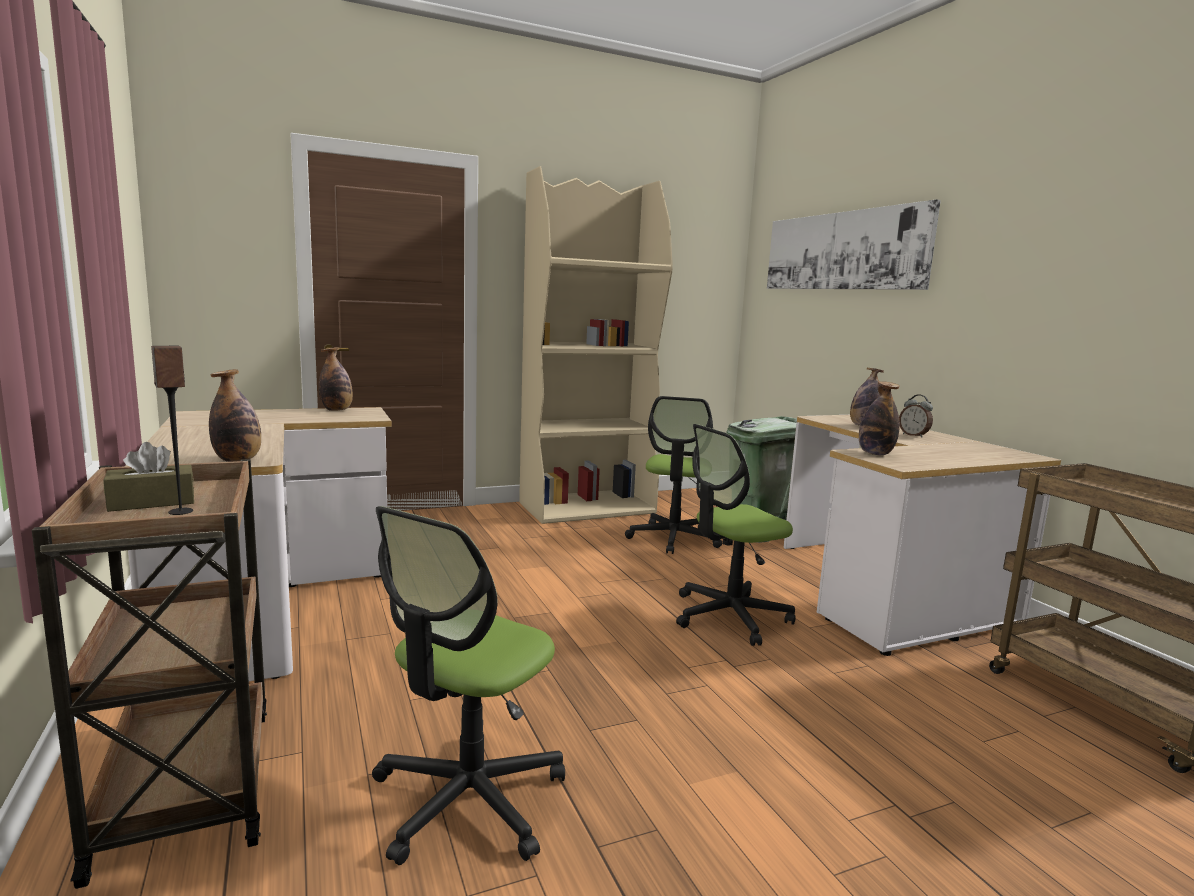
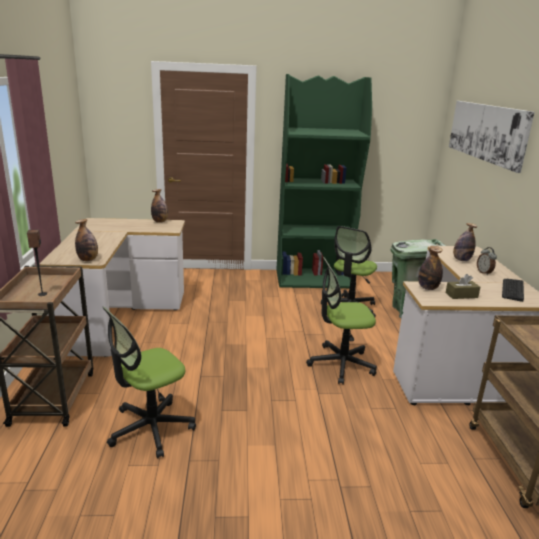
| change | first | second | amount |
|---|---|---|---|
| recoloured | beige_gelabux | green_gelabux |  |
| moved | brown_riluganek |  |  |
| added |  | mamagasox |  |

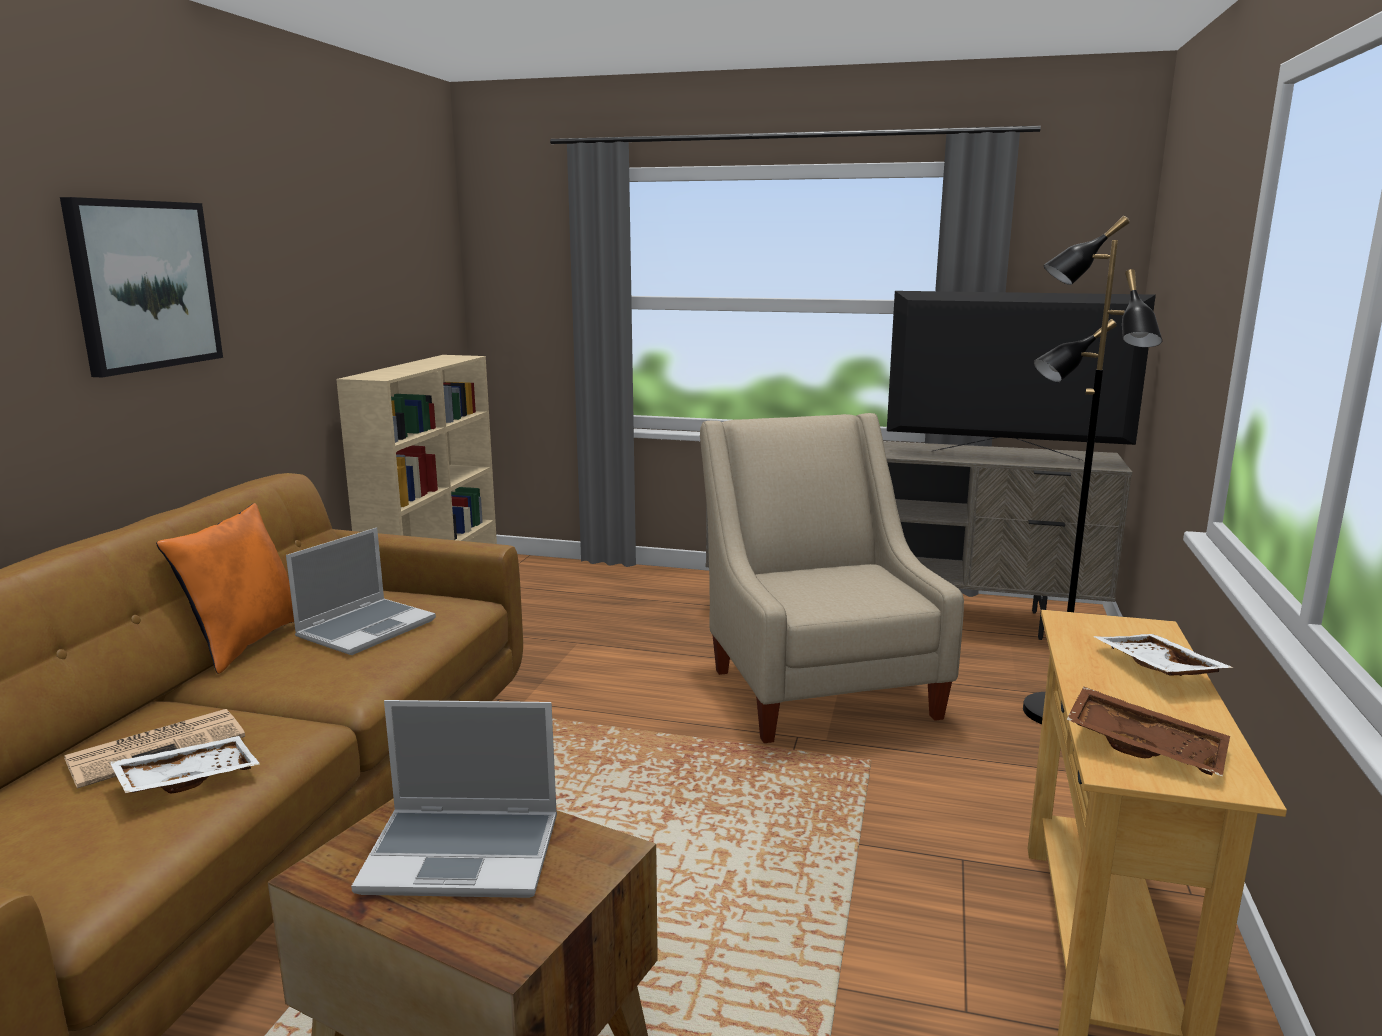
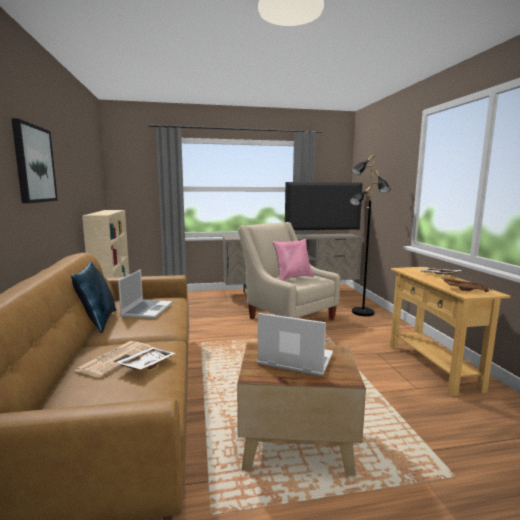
| change | first | second | amount |
|---|---|---|---|
| recoloured | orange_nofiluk | blue_nofiluk |  |
| turned | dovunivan (2nd from left) |  | 135 degrees counterclockwise |
| added |  | pink_nofiluk |  |

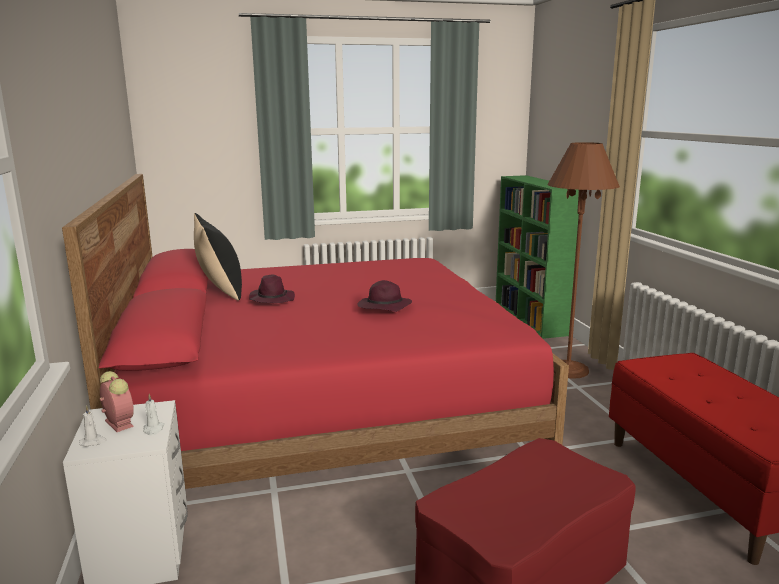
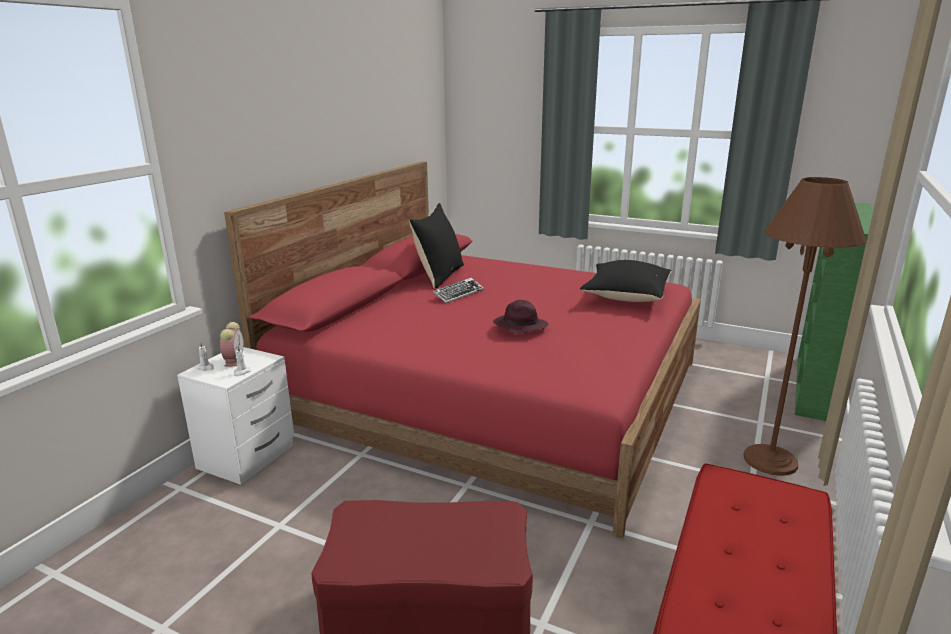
| change | first | second | amount |
|---|---|---|---|
| replaced | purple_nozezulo (1st from left) | mamagasox |  |
| added |  | black_nofiluk (2nd from left) |  |

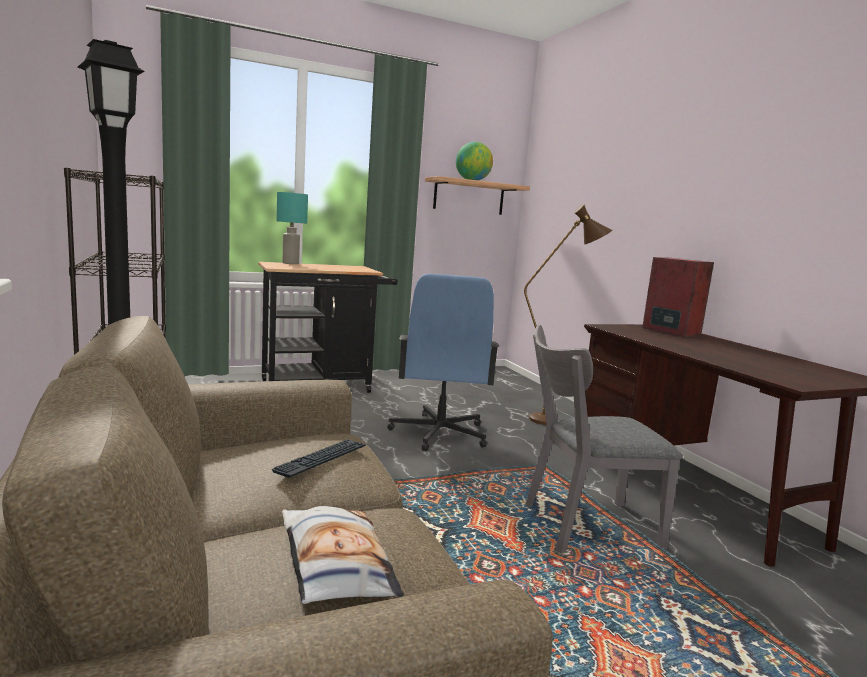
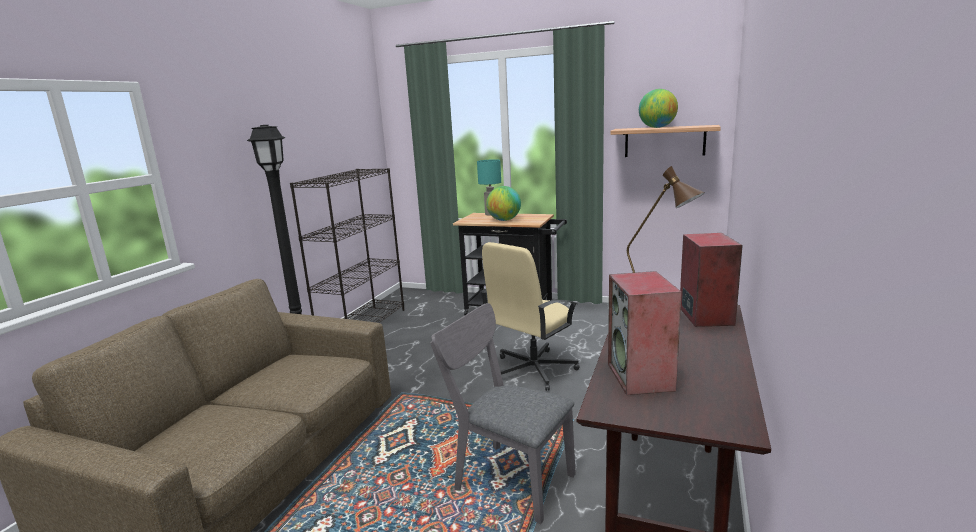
| change | first | second | amount |
|---|---|---|---|
| recoloured | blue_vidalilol | beige_vidalilol |  |
| removed | mamagasox |  |  |
| removed | nofiluk |  |  |
| added |  | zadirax (1st from left) |  |
| added |  | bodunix (1st from left) |  |

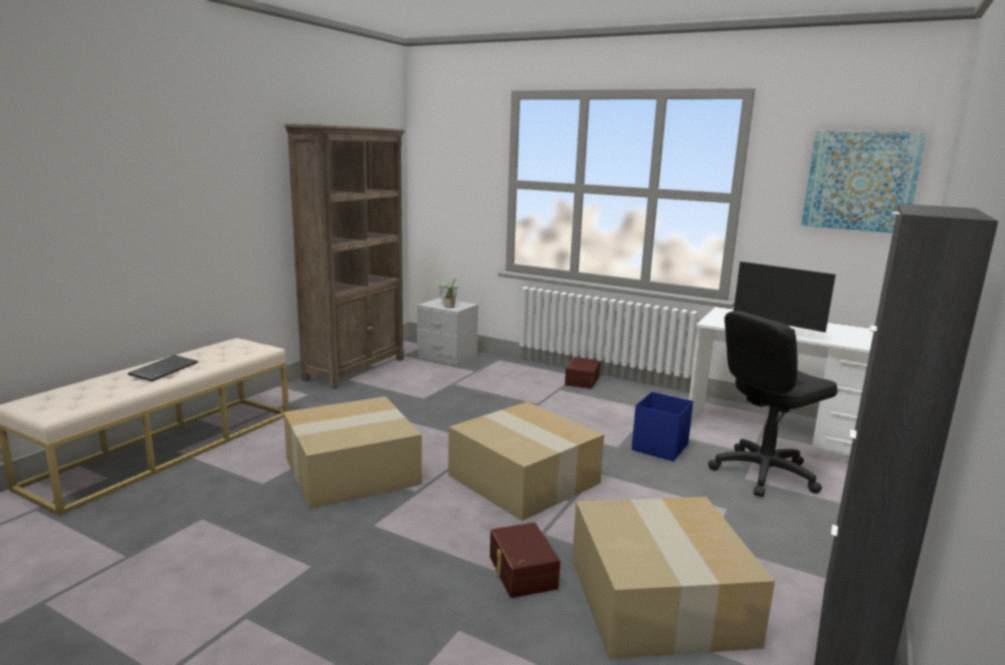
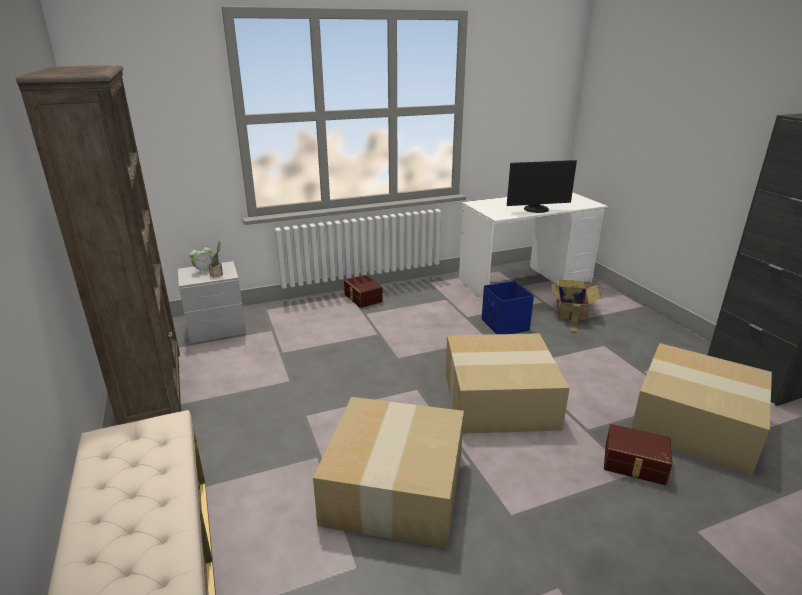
| change | first | second | amount |
|---|---|---|---|
| removed | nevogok |  |  |
| replaced | black_vidalilol | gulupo (3rd from left) |  |
| removed | mamagasox |  |  |

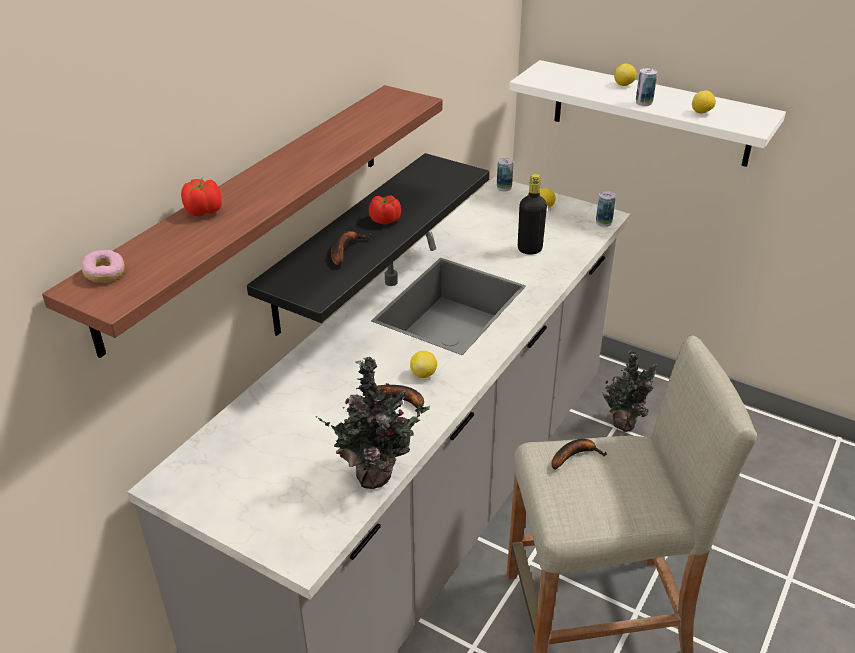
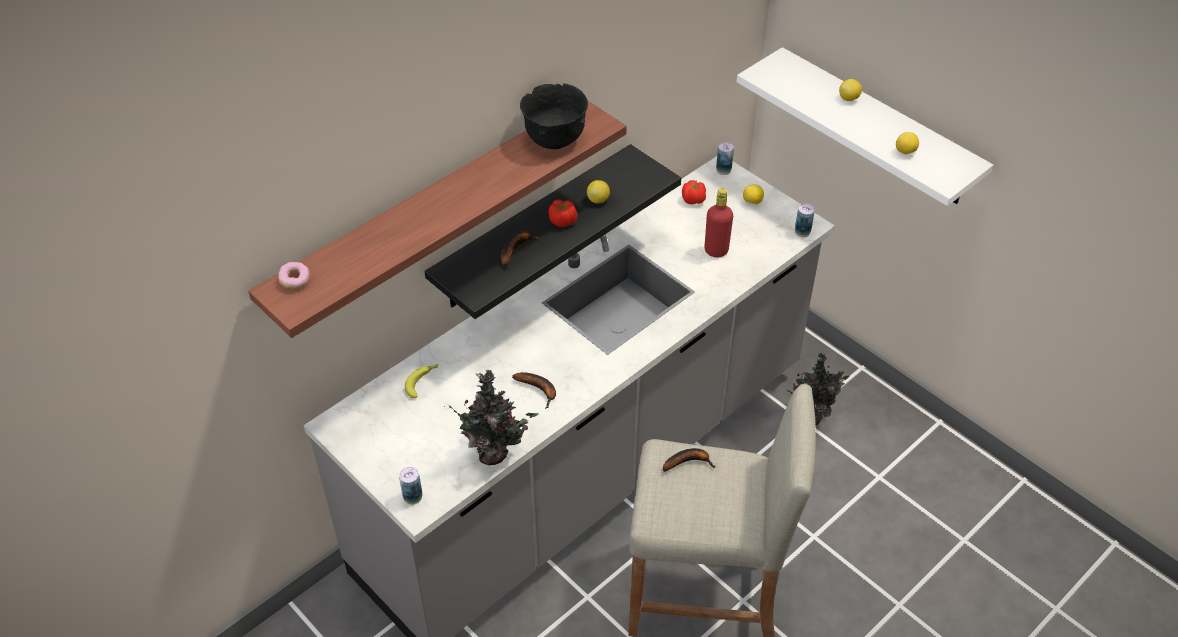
| change | first | second | amount |
|---|---|---|---|
| moved | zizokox (3rd from left in the first image) | zizokox (1st from left) |  |
| recoloured | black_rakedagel | red_rakedagel |  |
| moved | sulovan (1st from left in the first image) | sulovan (2nd from left) |  |
| moved | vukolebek (1st from left) |  |  |
| added |  | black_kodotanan |  |
| added |  | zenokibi (1st from left) |  |

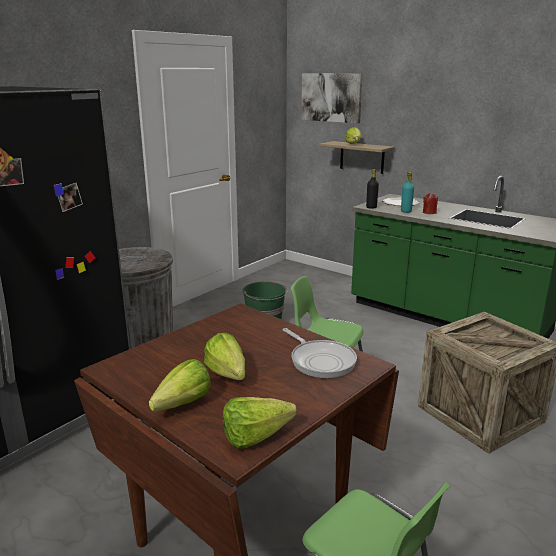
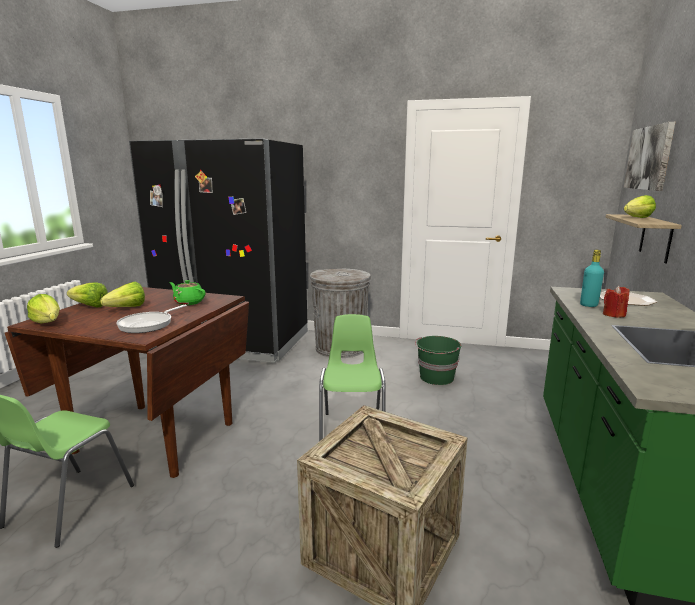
| change | first | second | amount |
|---|---|---|---|
| removed | black_rakedagel |  |  |
| added |  | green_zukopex |  |

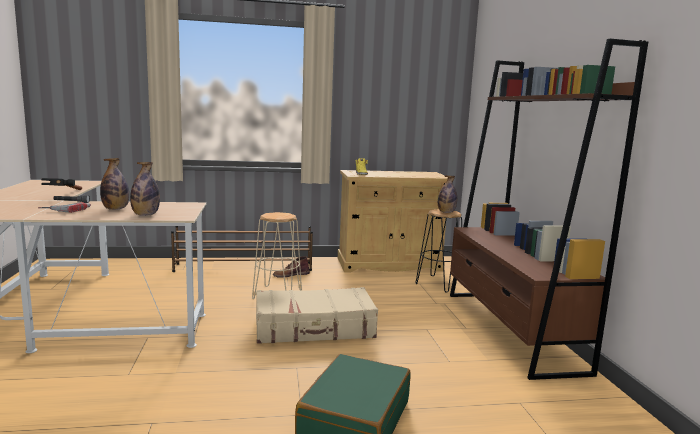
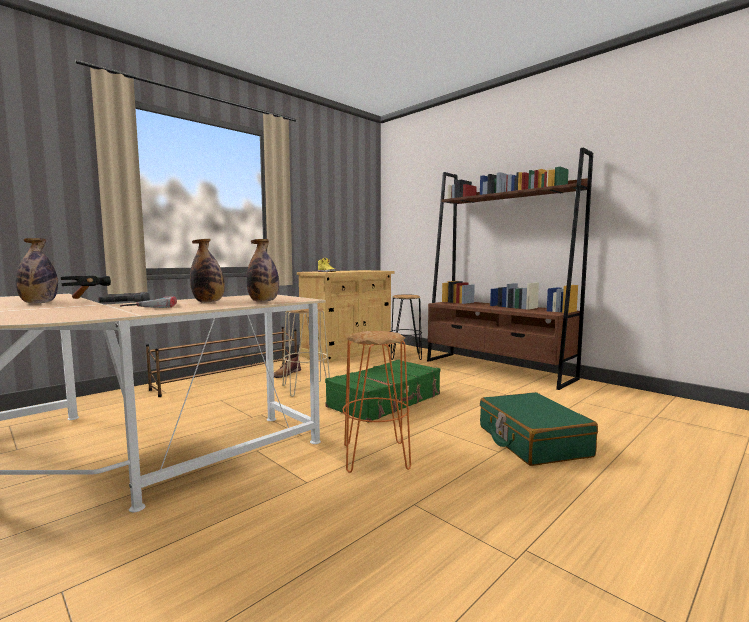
| change | first | second | amount |
|---|---|---|---|
| moved | rakedagel (3rd from left in the first image) | rakedagel (1st from left) |  |
| recoloured | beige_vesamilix | green_vesamilix (1st from left) |  |
| added |  | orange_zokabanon |  |

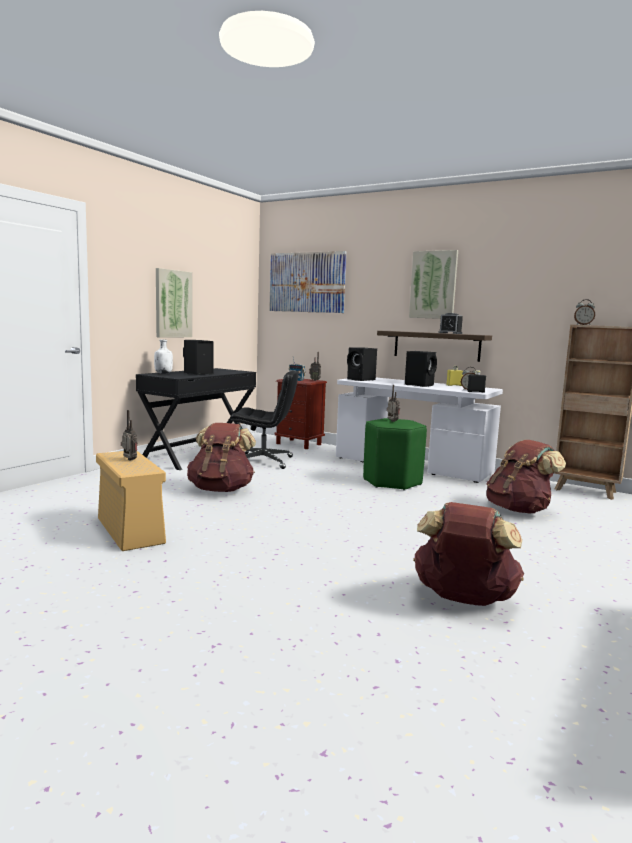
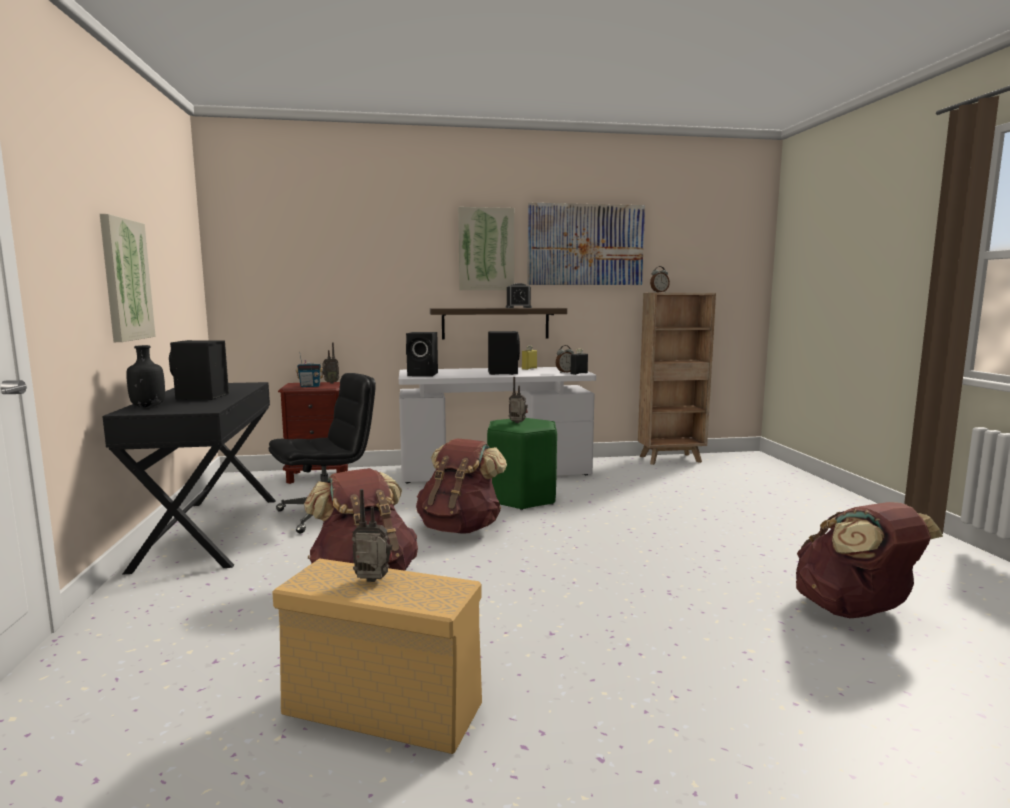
| change | first | second | amount |
|---|---|---|---|
| moved | nevogok (2nd from left in the first image) | nevogok (3rd from left) |  |
| recoloured | white_rakedagel | black_rakedagel (1st from left) |  |
| moved | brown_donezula (3rd from left in the first image) | brown_donezula (2nd from left) |  |

